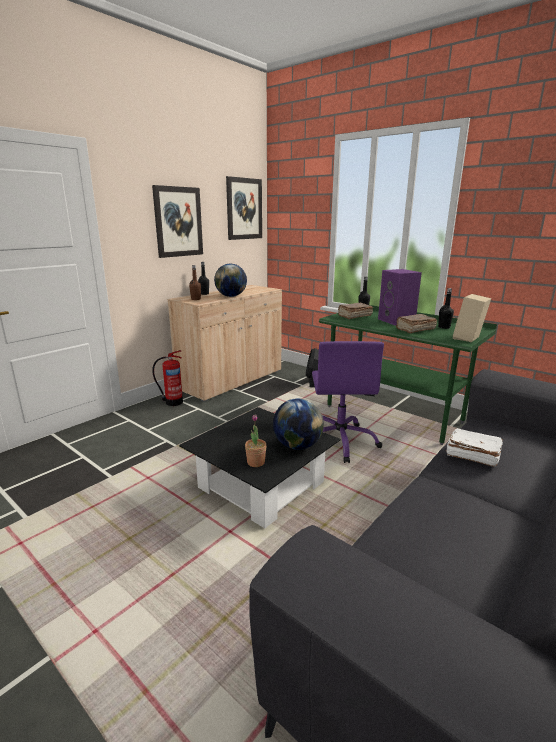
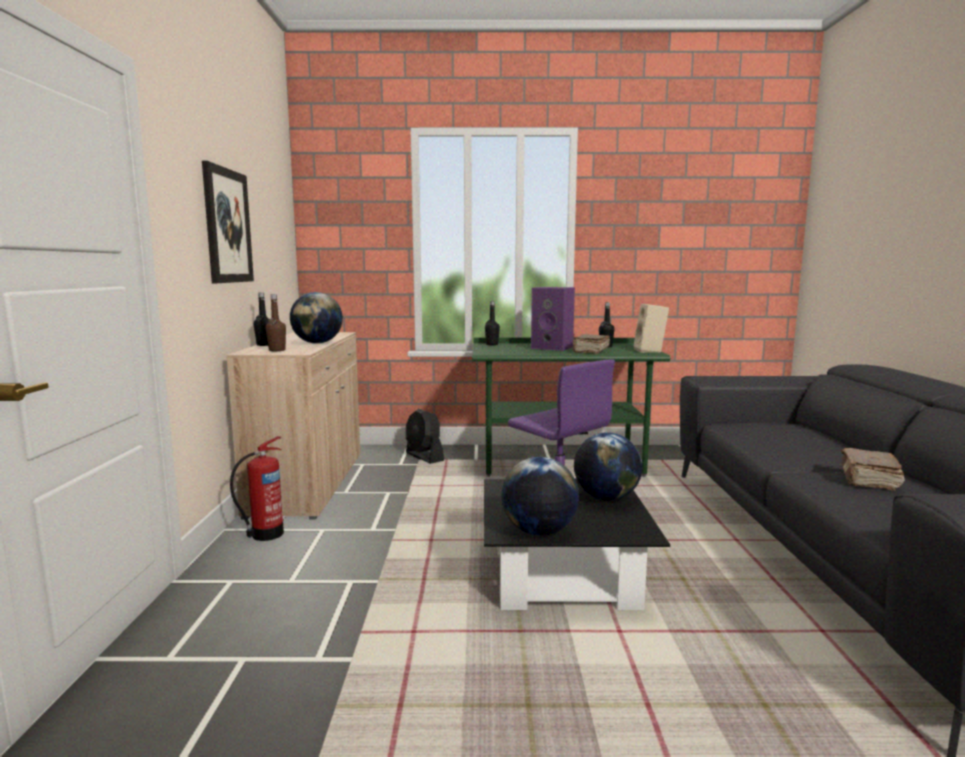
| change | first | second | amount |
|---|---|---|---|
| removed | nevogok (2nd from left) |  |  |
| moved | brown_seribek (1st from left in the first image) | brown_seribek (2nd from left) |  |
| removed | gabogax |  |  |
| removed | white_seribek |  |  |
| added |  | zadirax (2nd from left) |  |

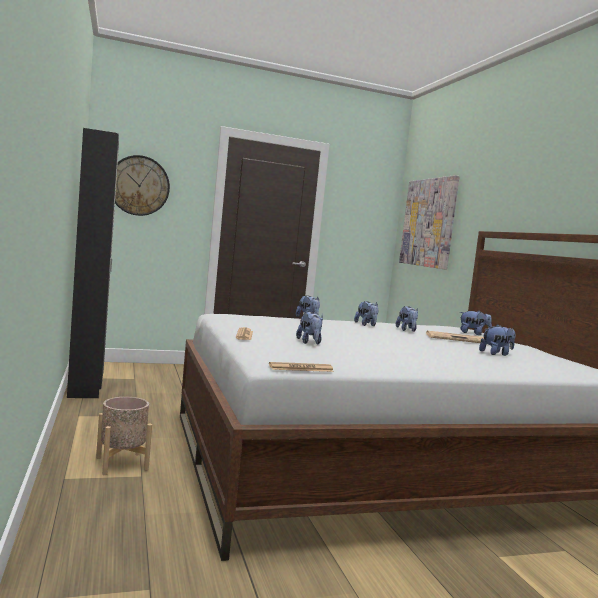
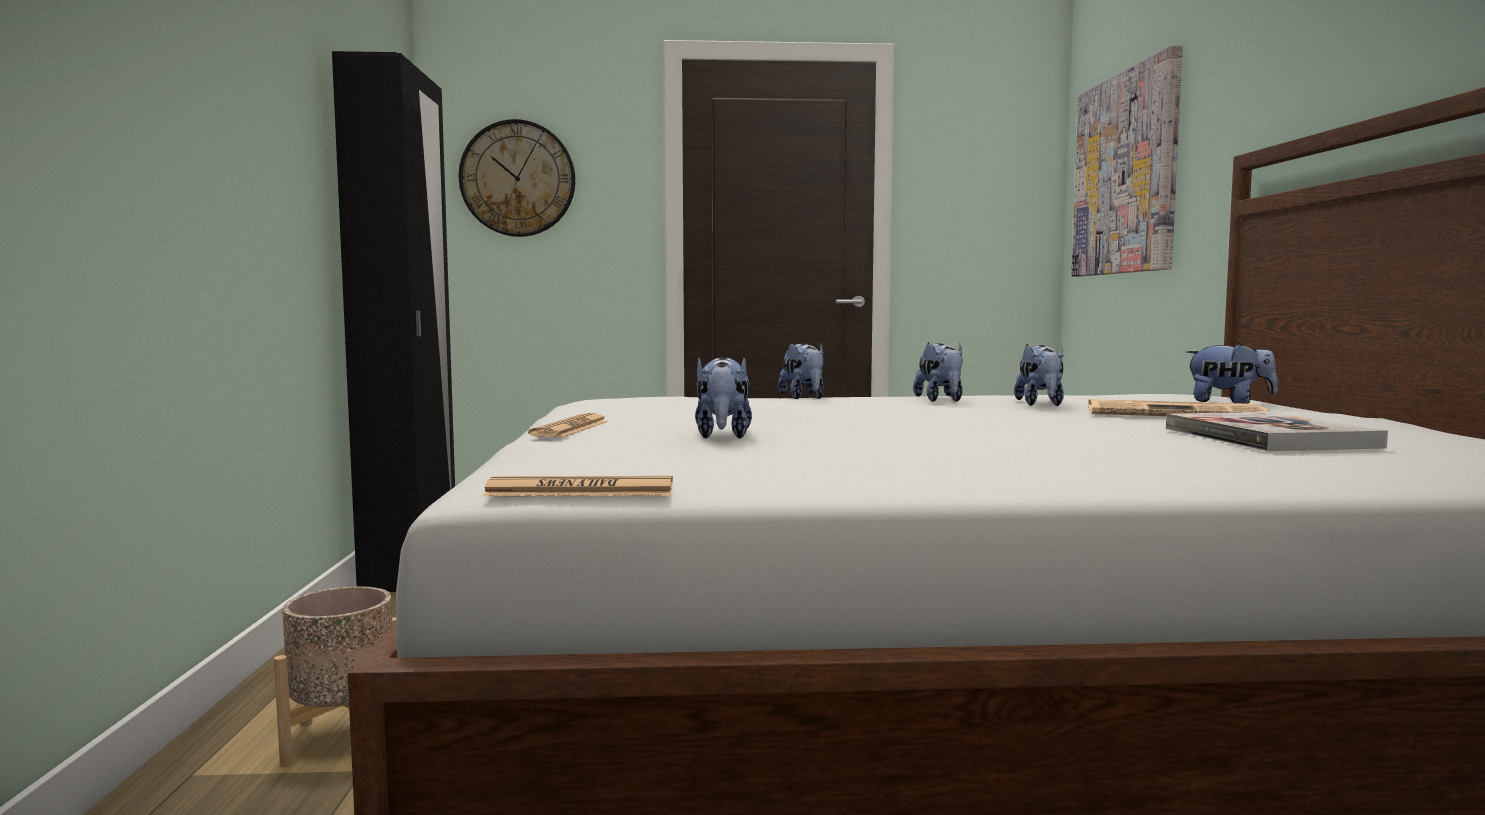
| change | first | second | amount |
|---|---|---|---|
| replaced | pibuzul (6th from left) | seribek |  |

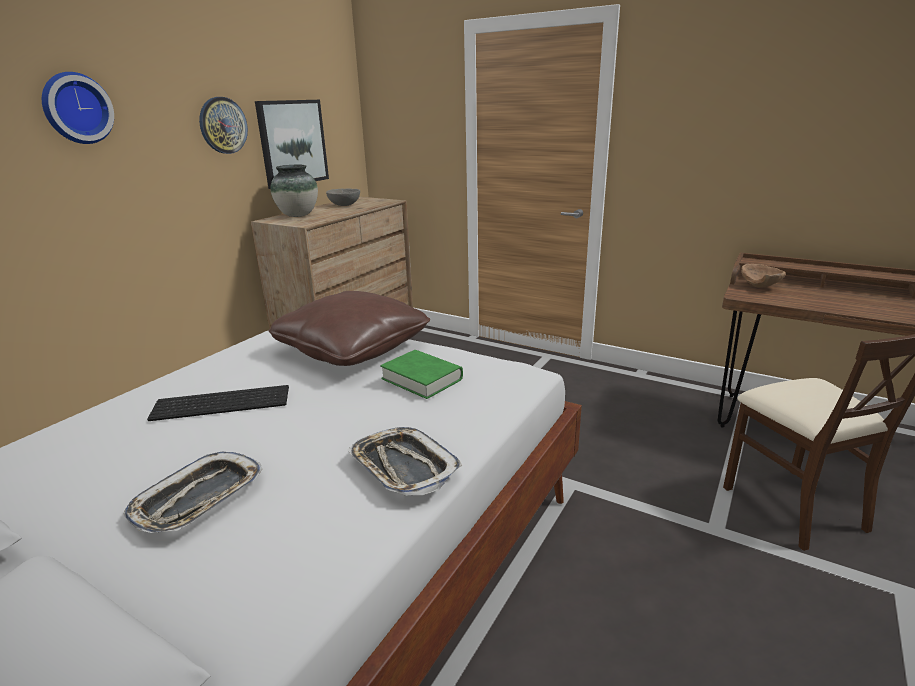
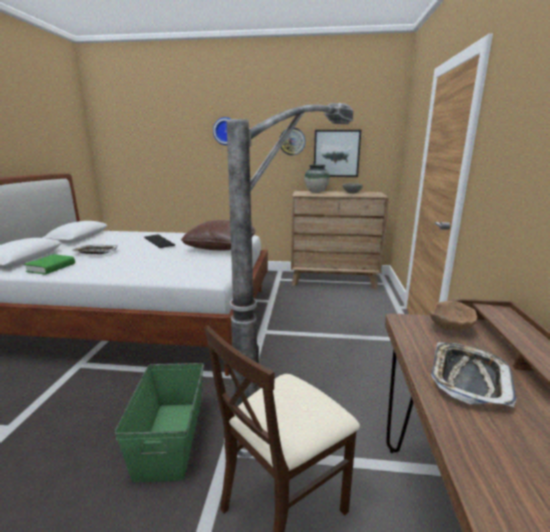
| change | first | second | amount |
|---|---|---|---|
| moved | green_seribek |  |  |
| moved | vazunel (2nd from left) |  |  |
| added |  | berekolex |  |
| added |  | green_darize |  |

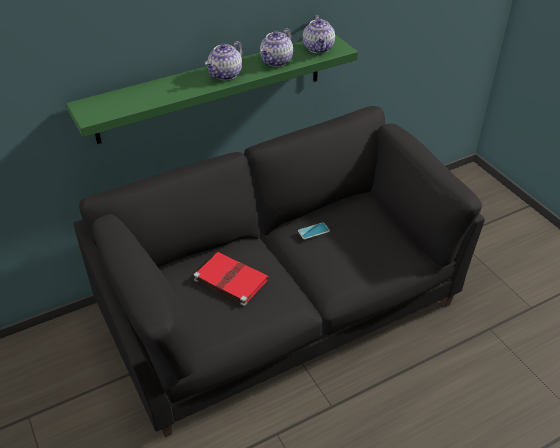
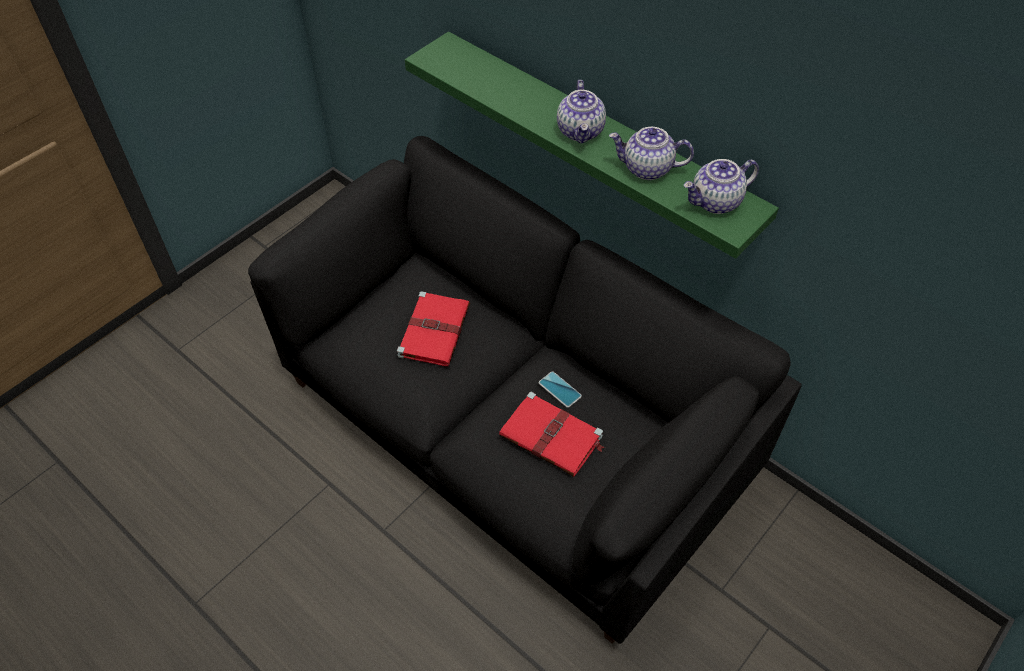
| change | first | second | amount |
|---|---|---|---|
| turned | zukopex (1st from left) |  | 105 degrees counterclockwise |
| added |  | red_seribek (2nd from left) |  |

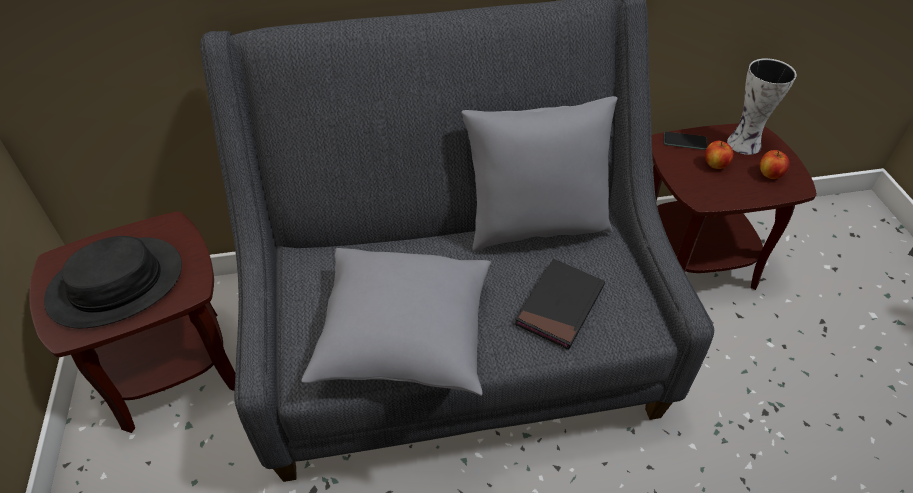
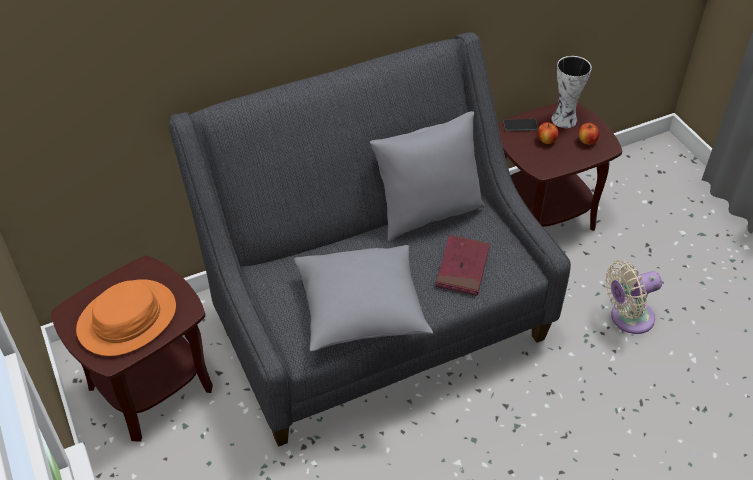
| change | first | second | amount |
|---|---|---|---|
| recoloured | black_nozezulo | orange_nozezulo |  |
| recoloured | black_seribek | red_seribek |  |
| added |  | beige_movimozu |  |

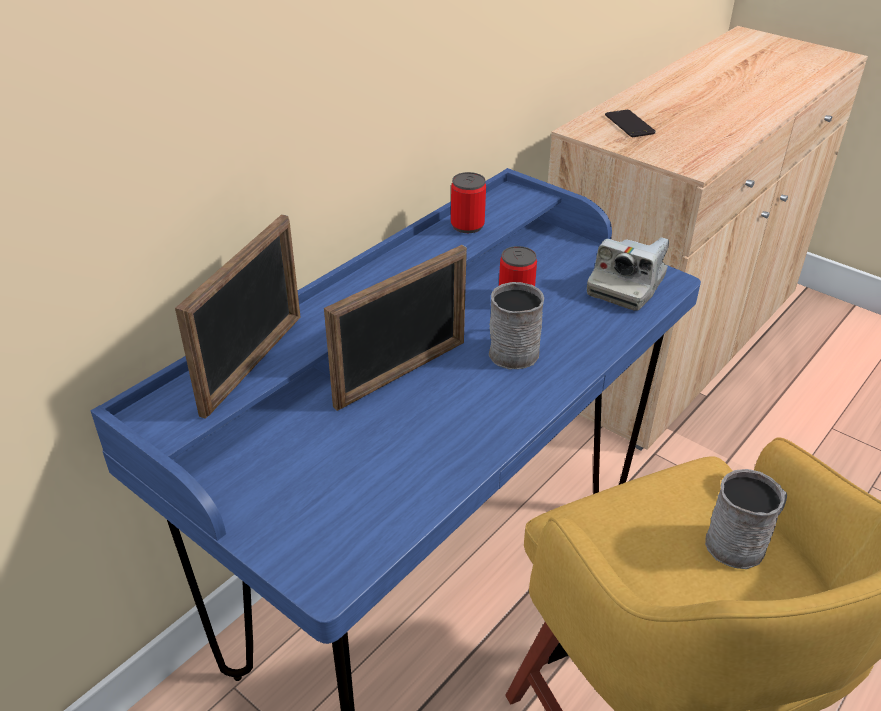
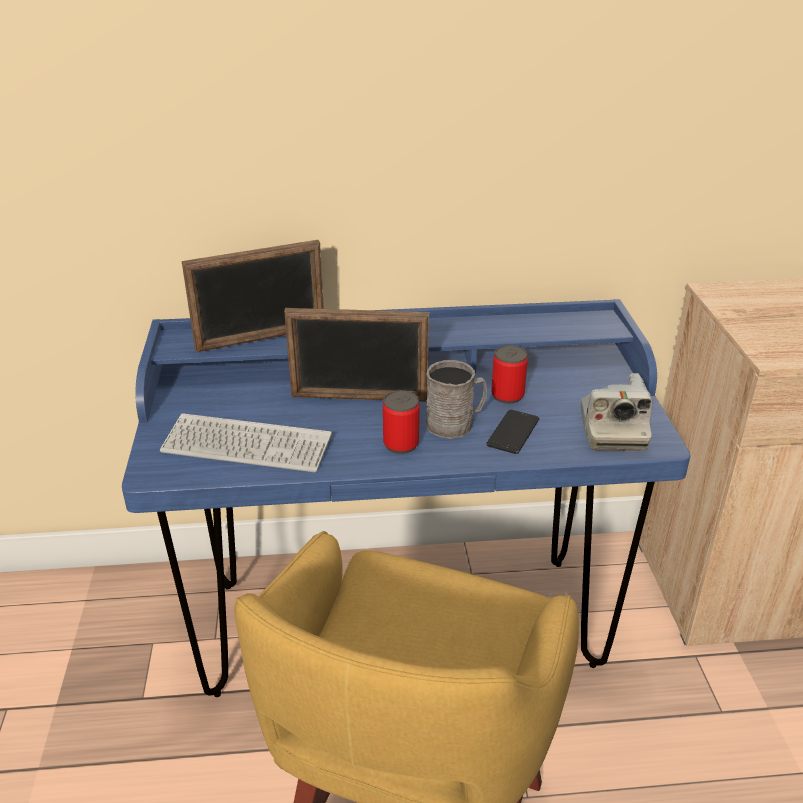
| change | first | second | amount |
|---|---|---|---|
| moved | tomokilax |  |  |
| moved | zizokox (1st from left) |  |  |
| turned | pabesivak |  | 75 degrees counterclockwise |
| removed | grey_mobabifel (2nd from left) |  |  |
| added |  | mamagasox |  |

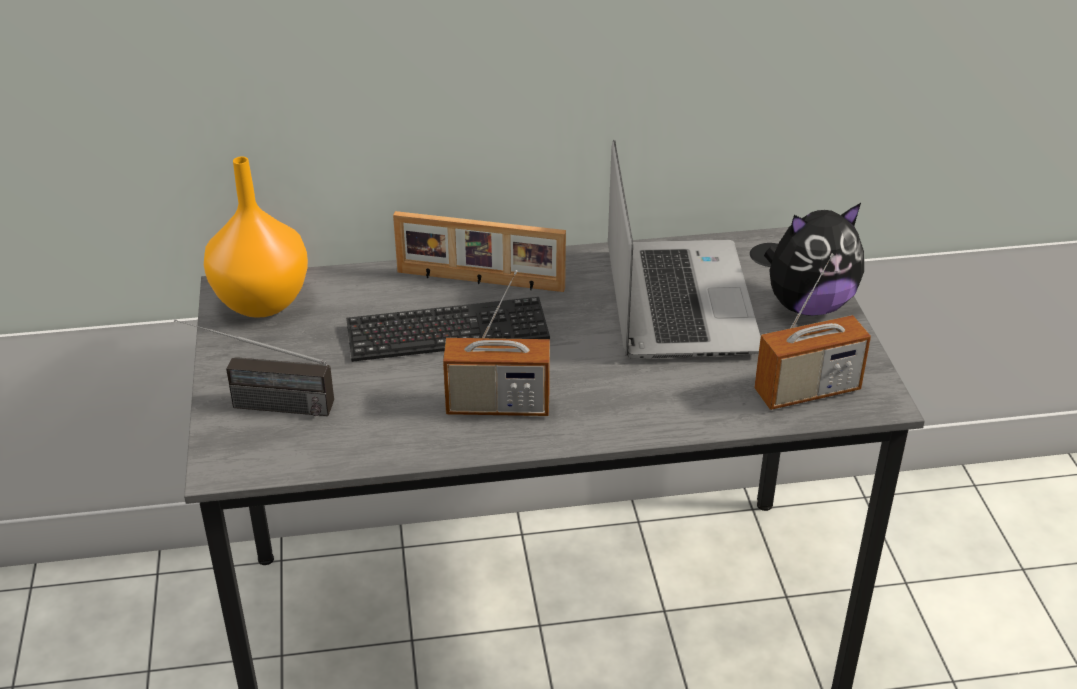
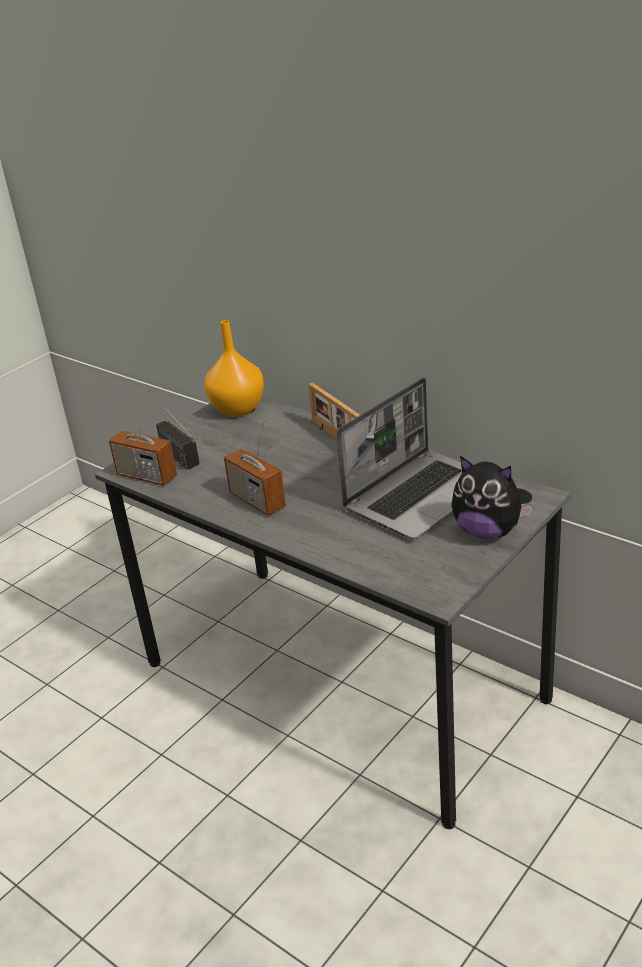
| change | first | second | amount |
|---|---|---|---|
| moved | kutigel (3rd from left in the first image) | kutigel (1st from left) |  |
| removed | mamagasox |  |  |

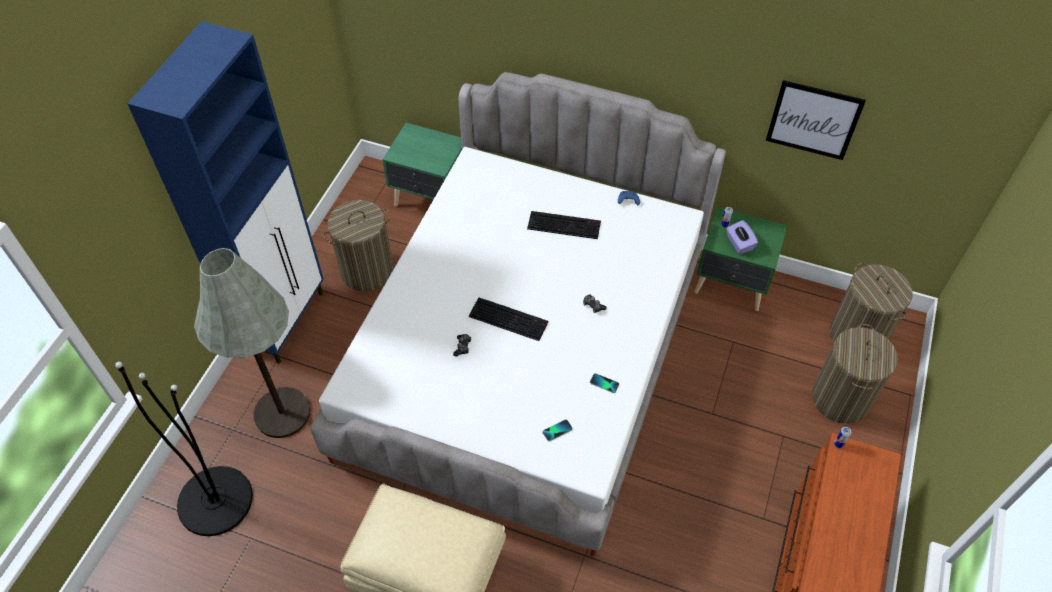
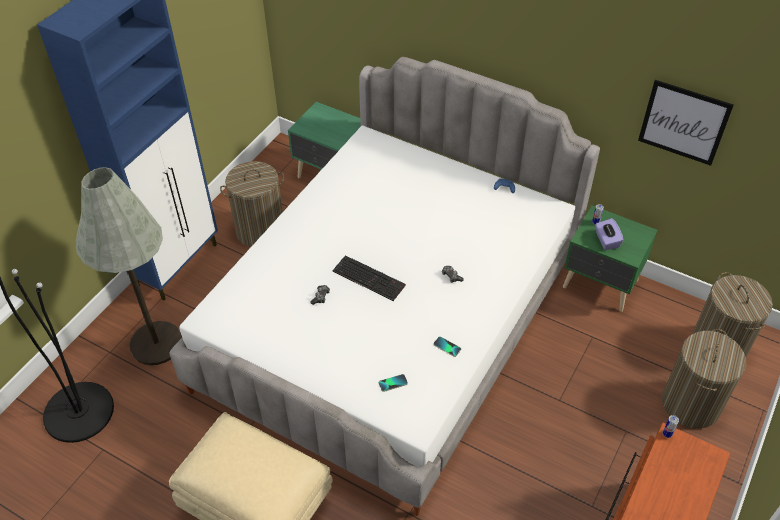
| change | first | second | amount |
|---|---|---|---|
| removed | mamagasox (2nd from left) |  |  |

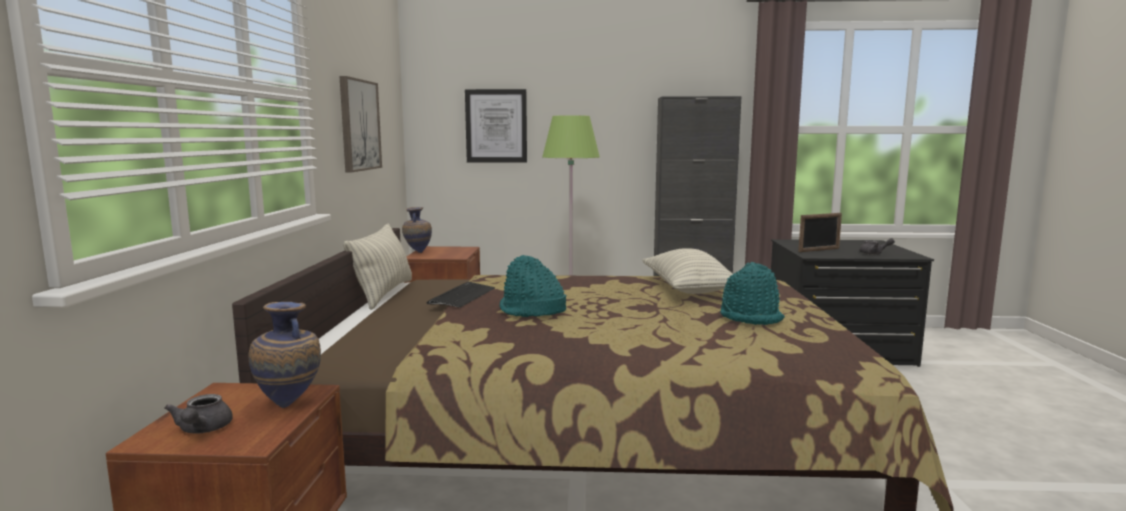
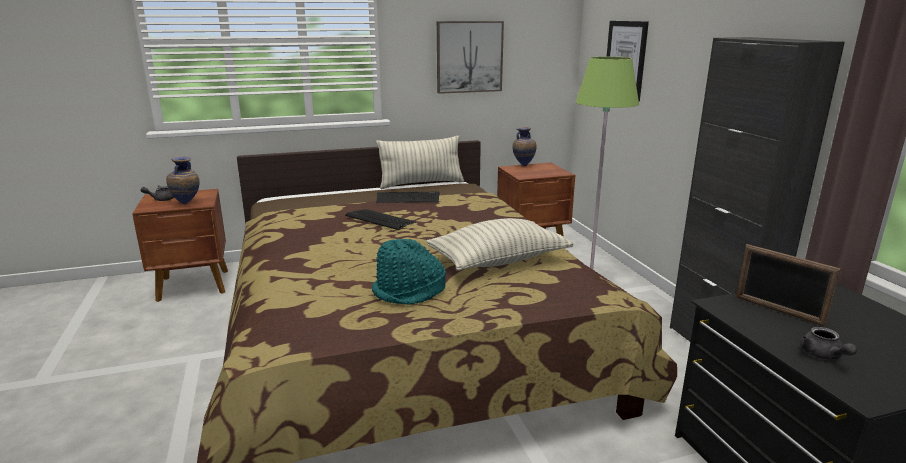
| change | first | second | amount |
|---|---|---|---|
| replaced | turquoise_nozezulo (1st from left) | mamagasox (1st from left) |  |

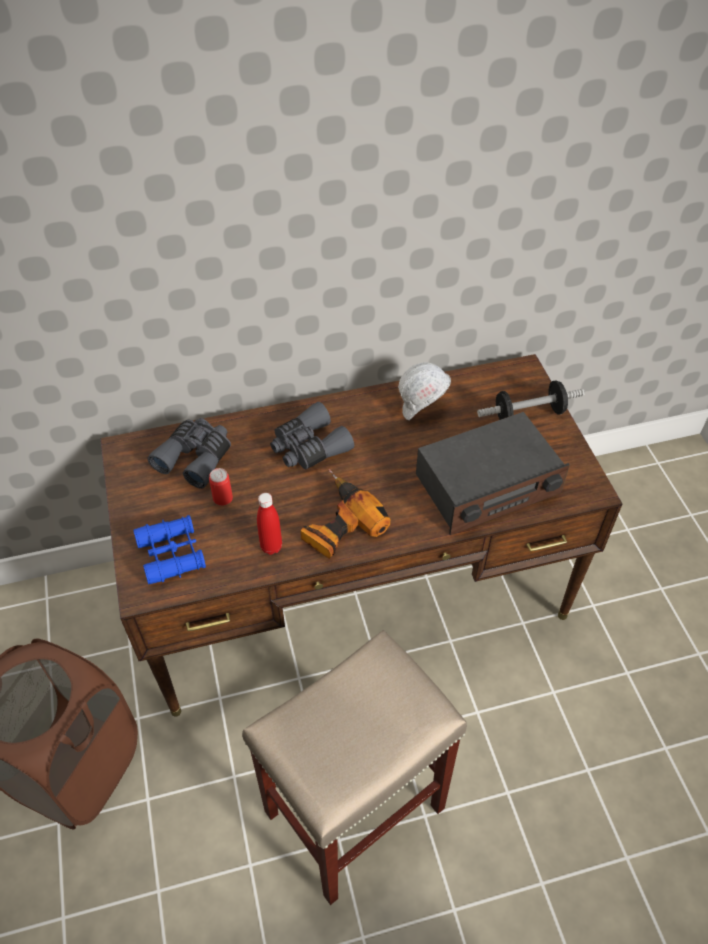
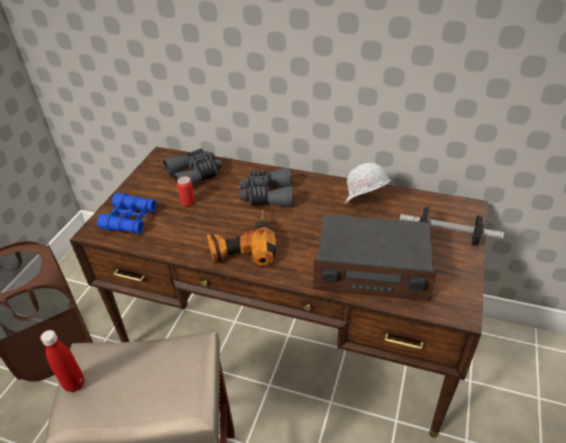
| change | first | second | amount |
|---|---|---|---|
| moved | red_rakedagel |  |  |

